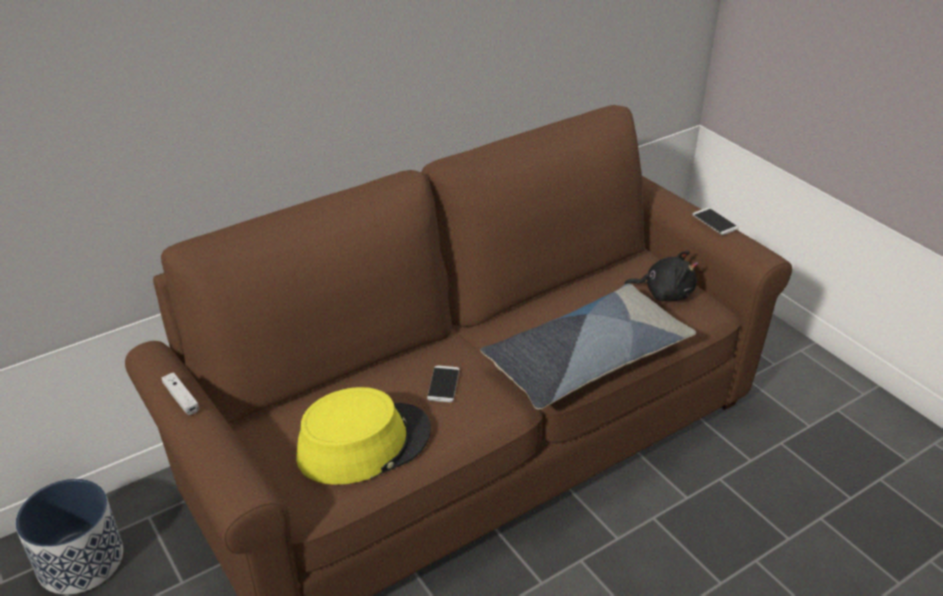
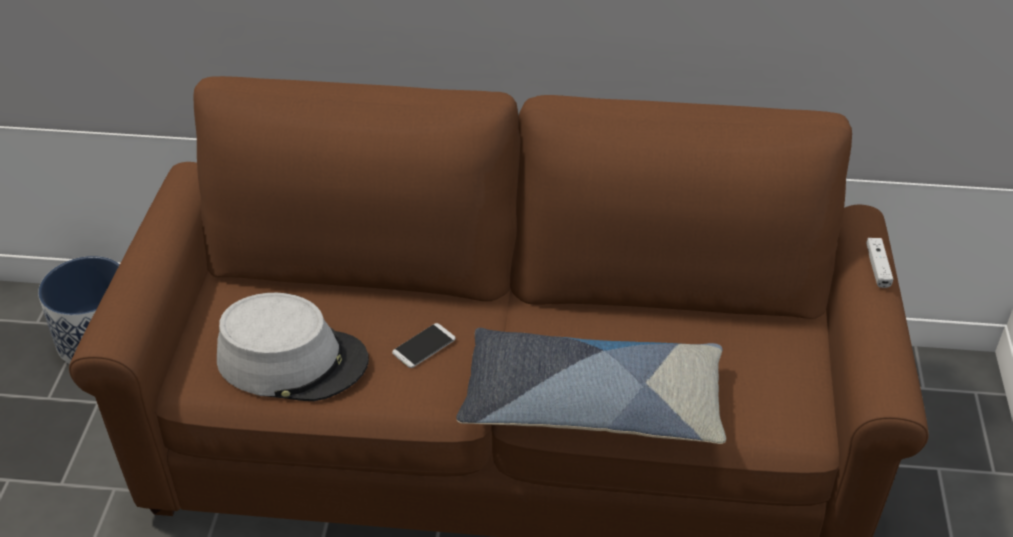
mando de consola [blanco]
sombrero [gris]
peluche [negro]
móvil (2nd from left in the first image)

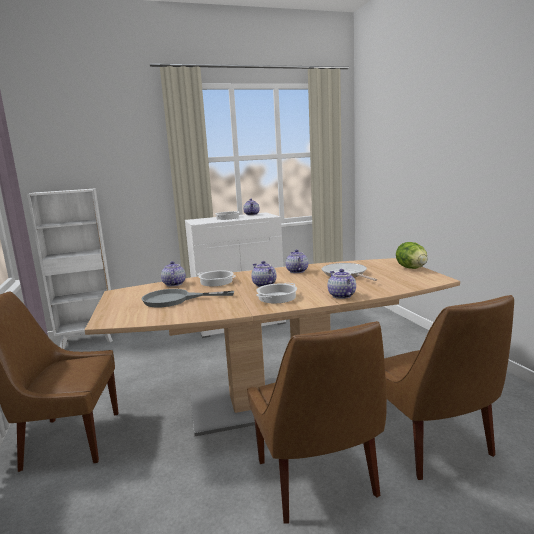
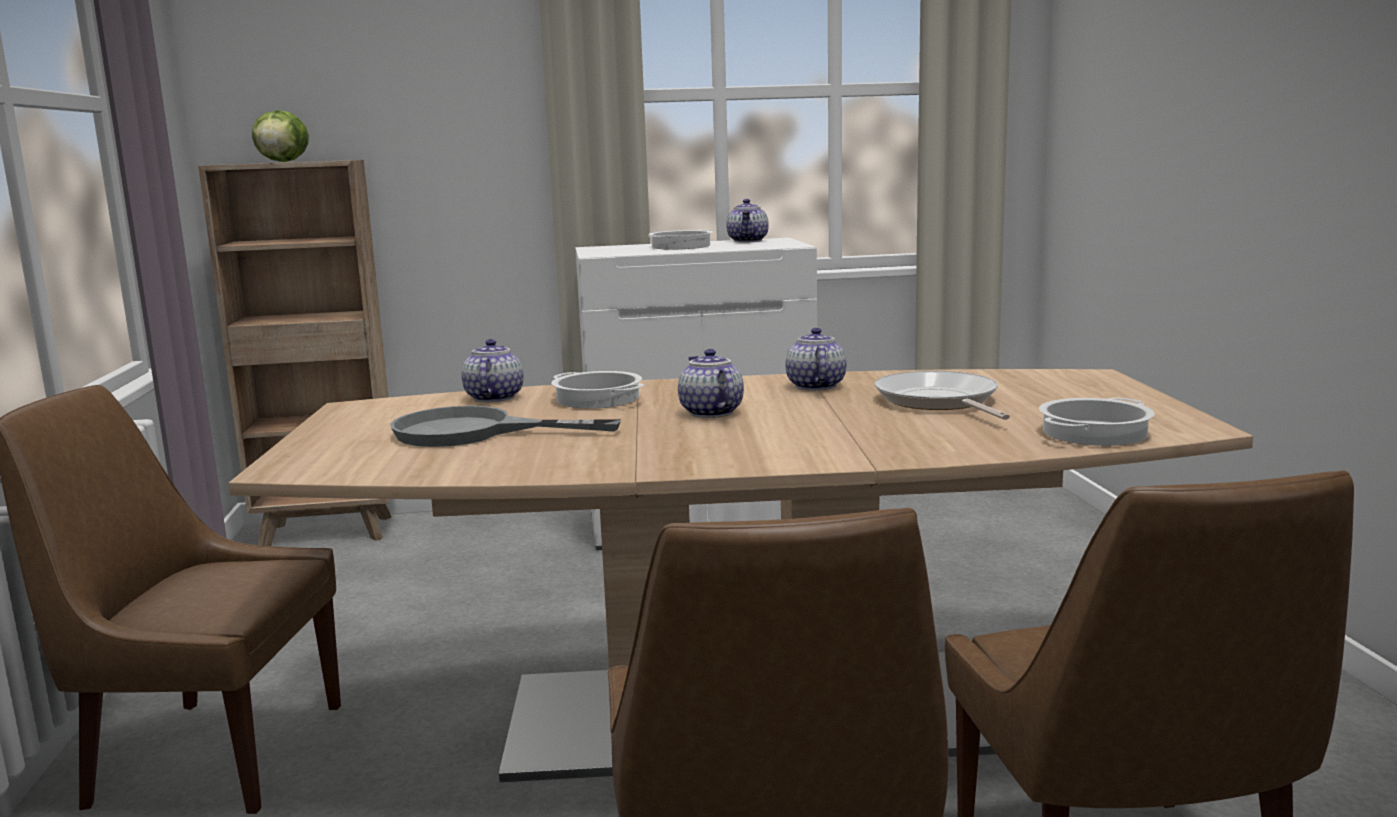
estantería [marrón]
olla (3rd from left)
tetera (5th from left in the first image)
lechuga

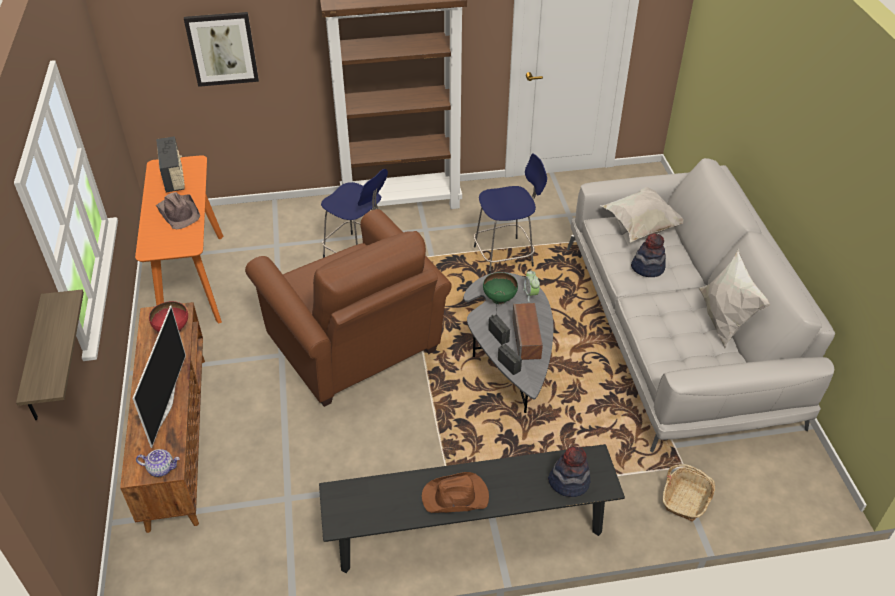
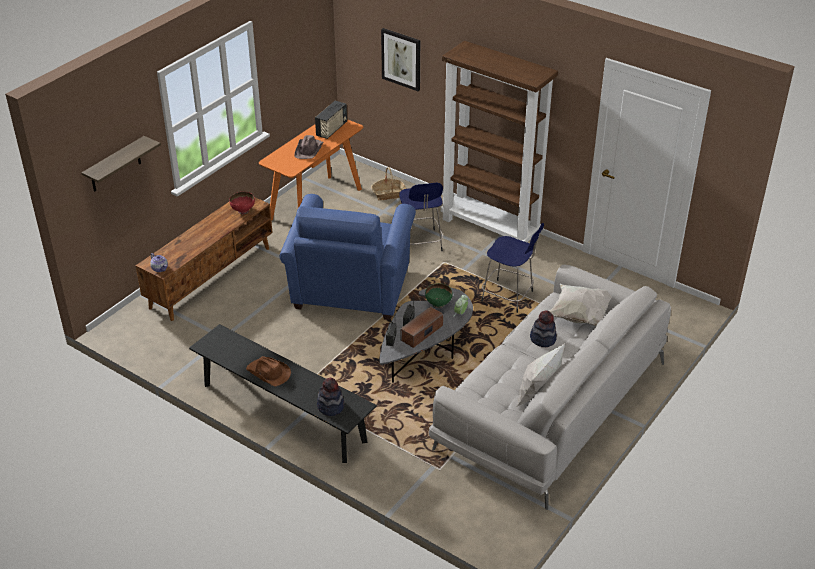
televisor
sillón [azul]
cesta

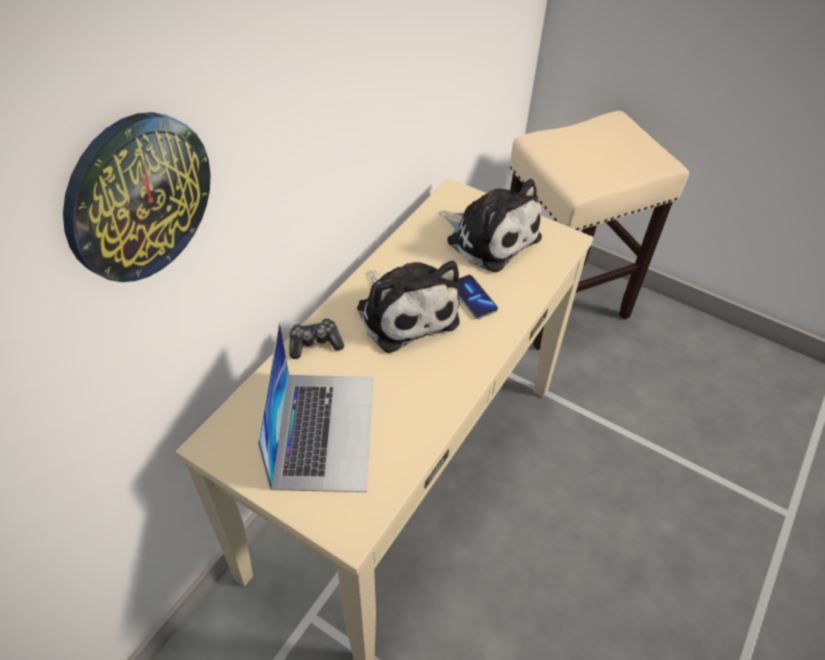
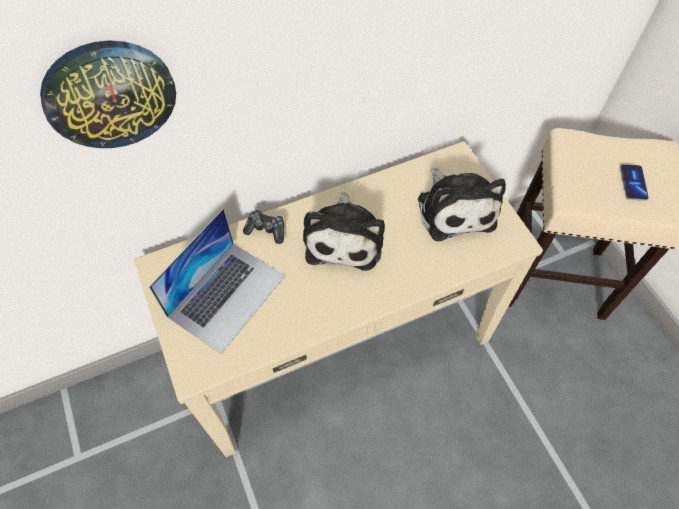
móvil

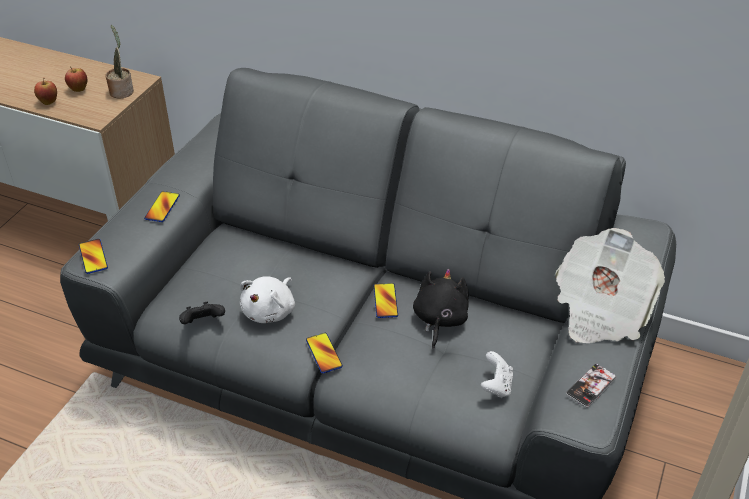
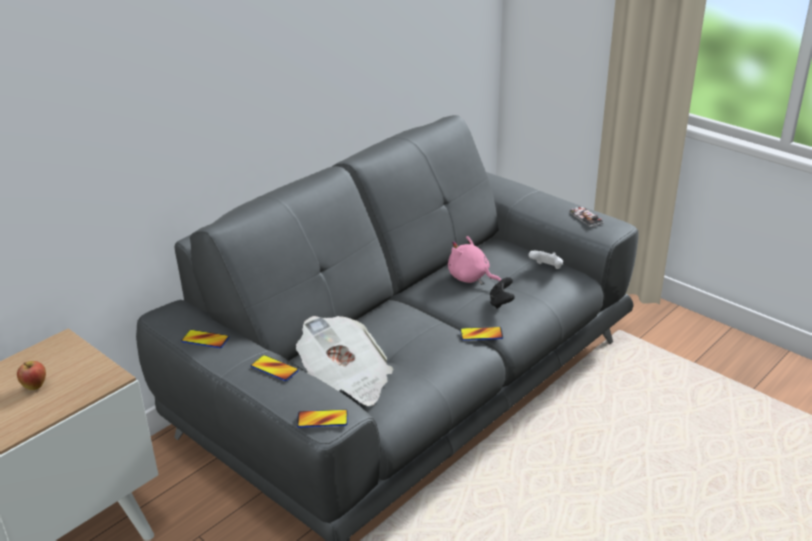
manzana (1st from left in the first image)
planta en maceta
mando de consola [negro]
peluche [blanco]
móvil (1st from left)
peluche [rosa]
periódico

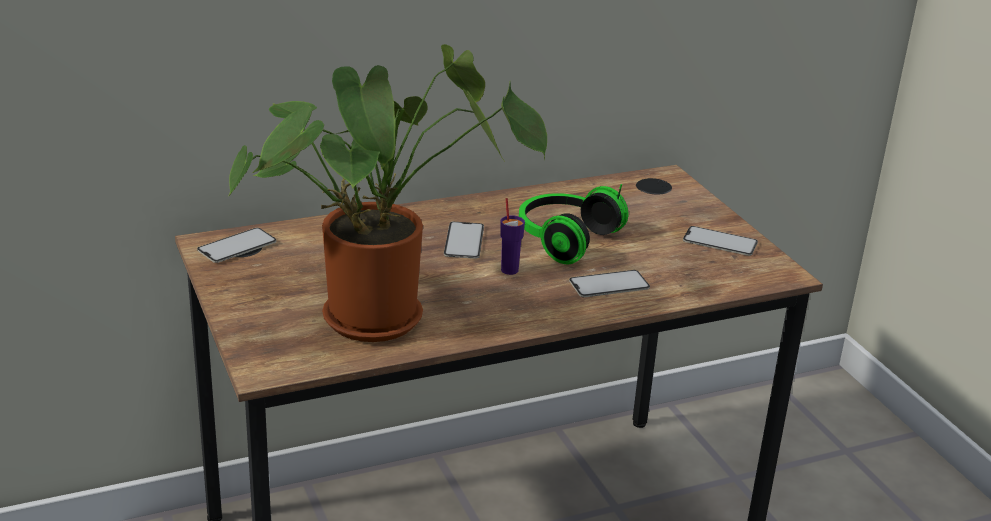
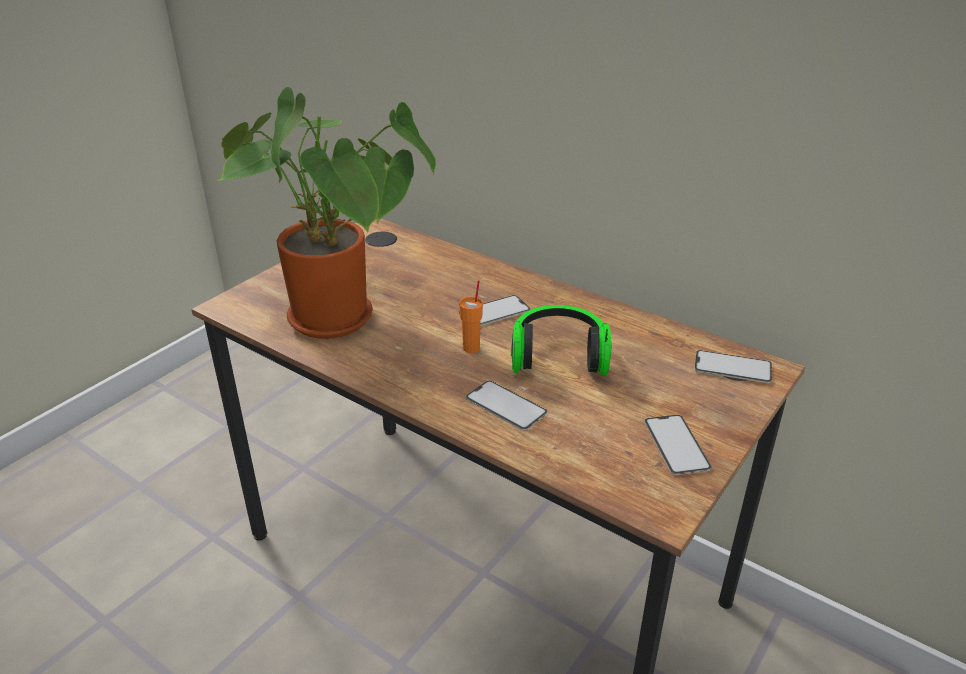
móvil (4th from left)
taza [naranja]

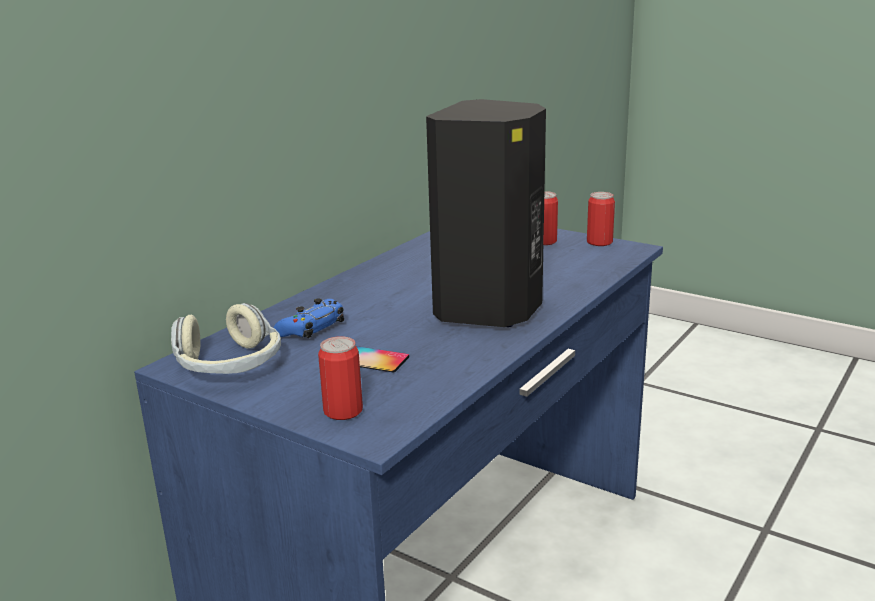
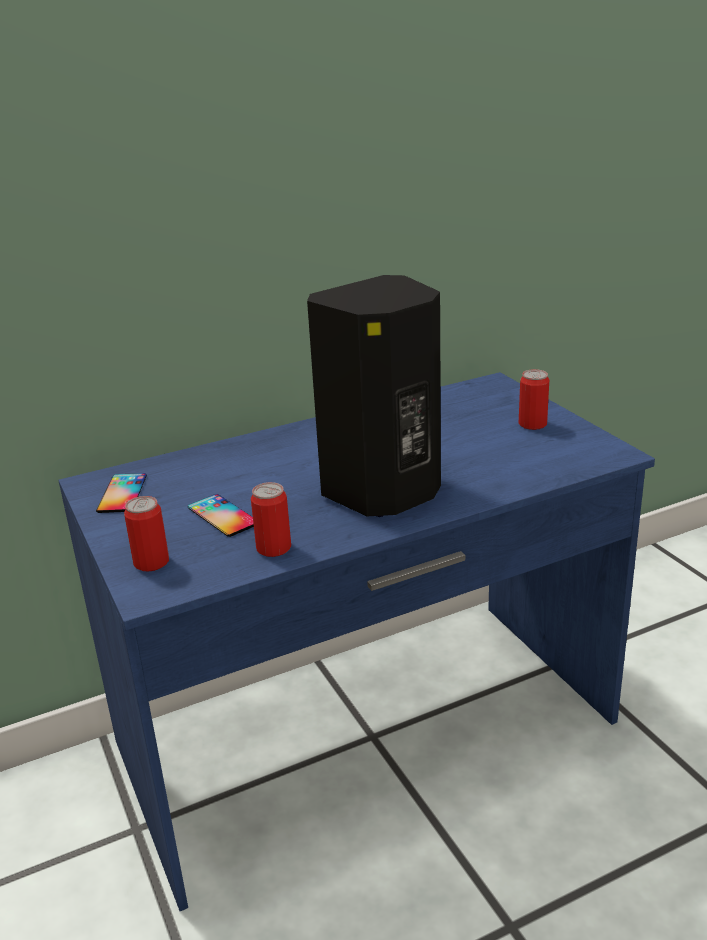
móvil (1st from left)
mando de consola [azul]
lata (2nd from left)

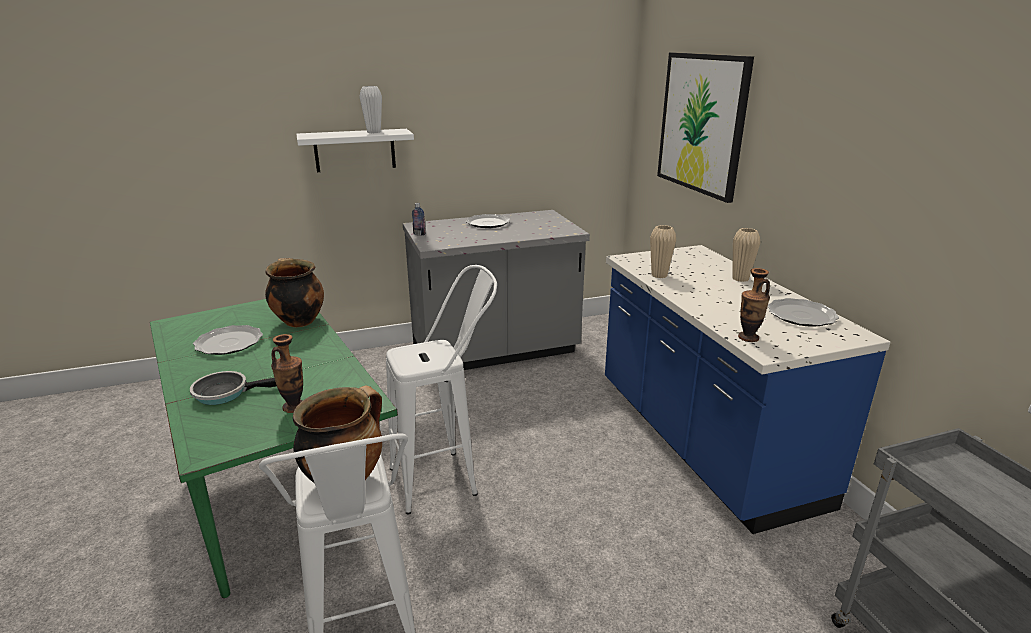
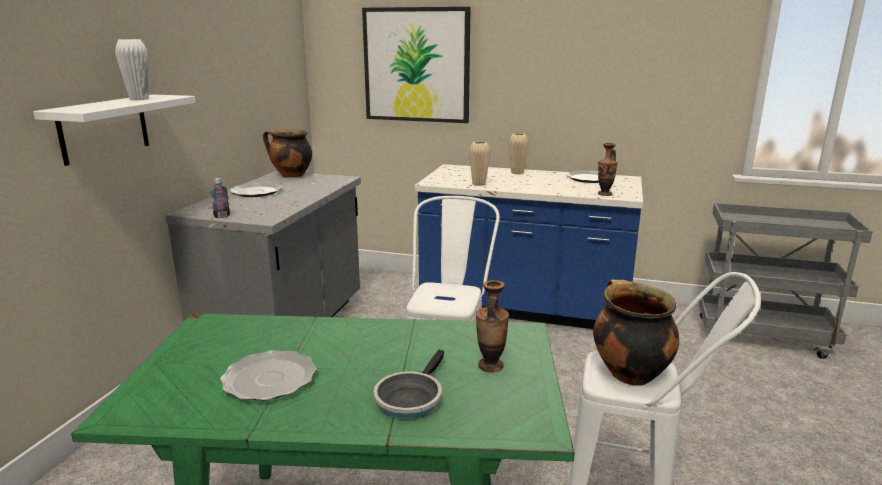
olla (1st from left)

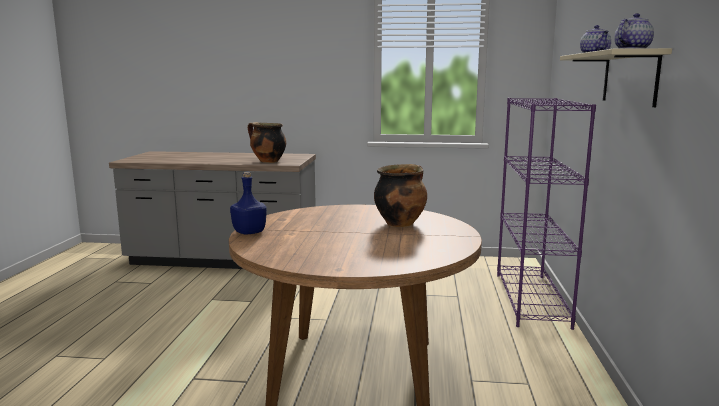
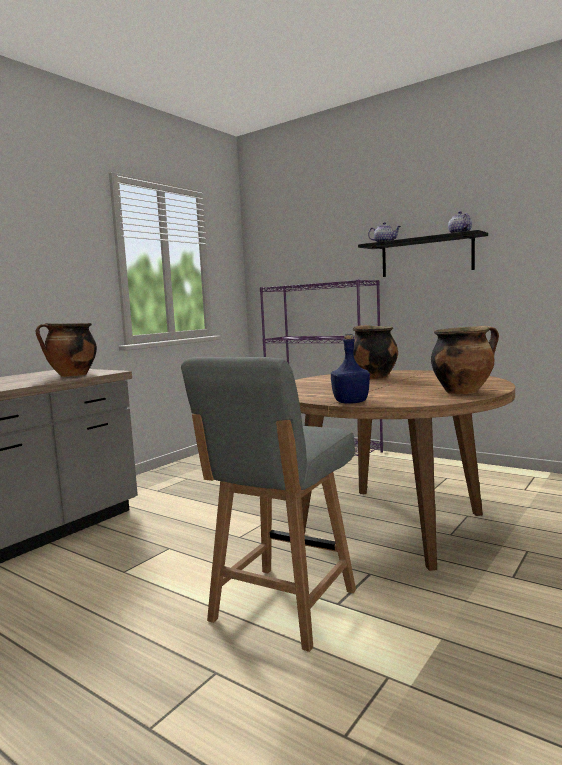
estante [negro]
silla [gris]
olla (3rd from left)

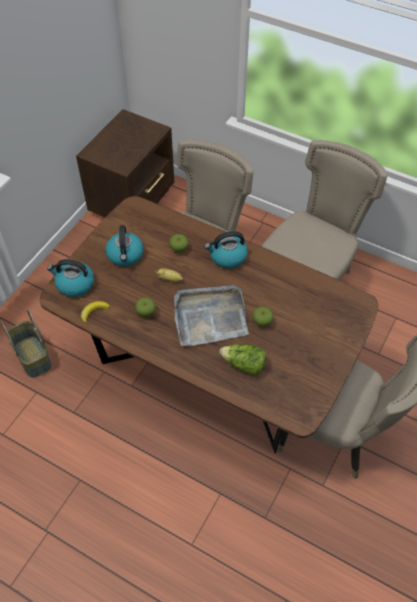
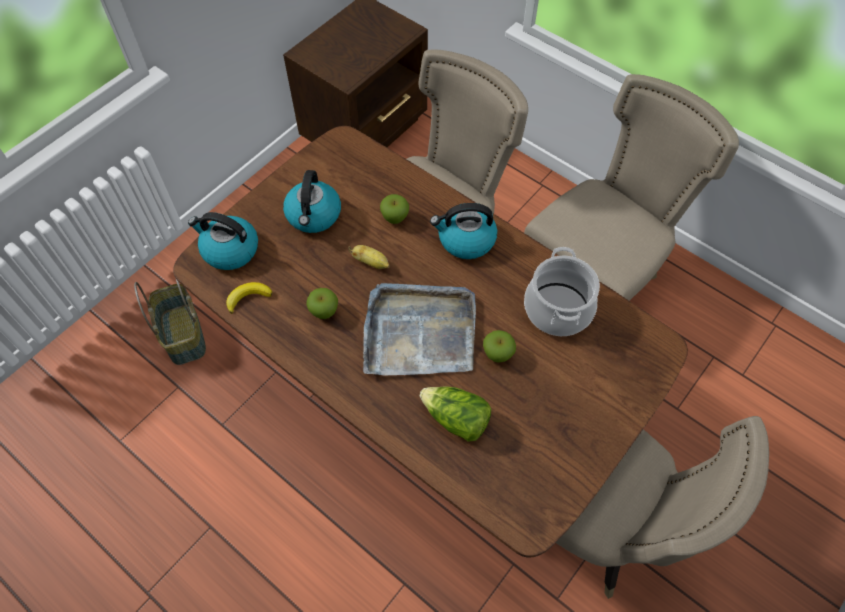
olla

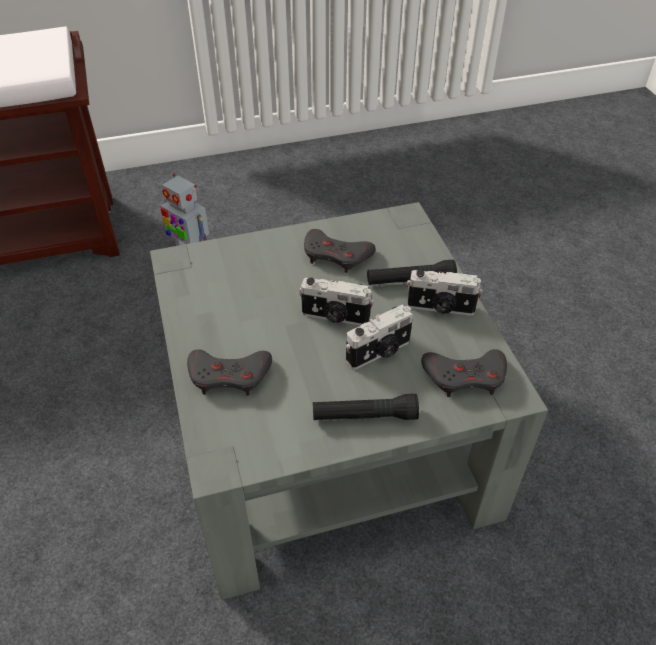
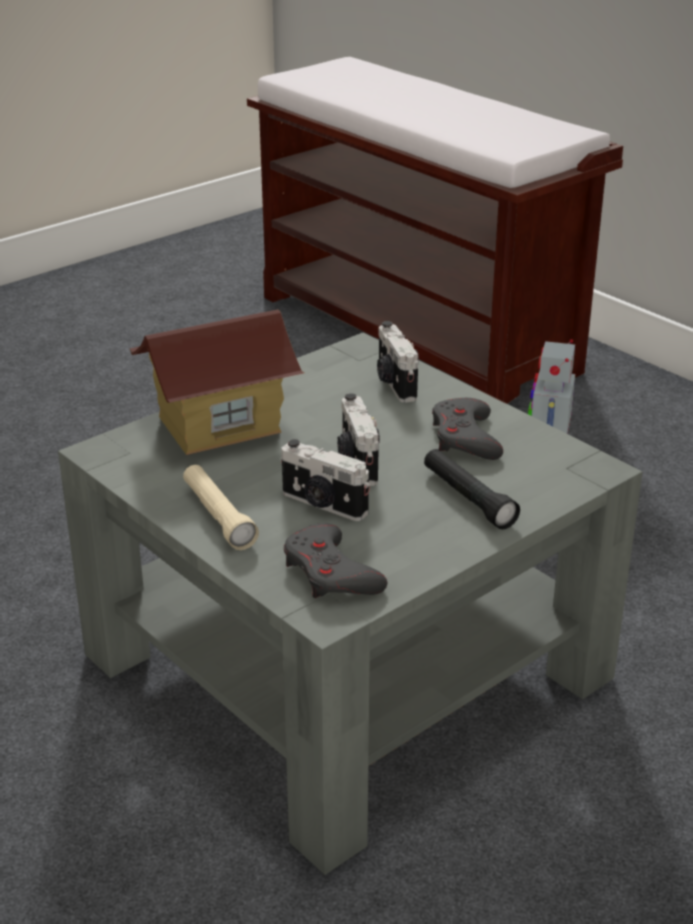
casita
linterna [beis]
cámara (3rd from left)

